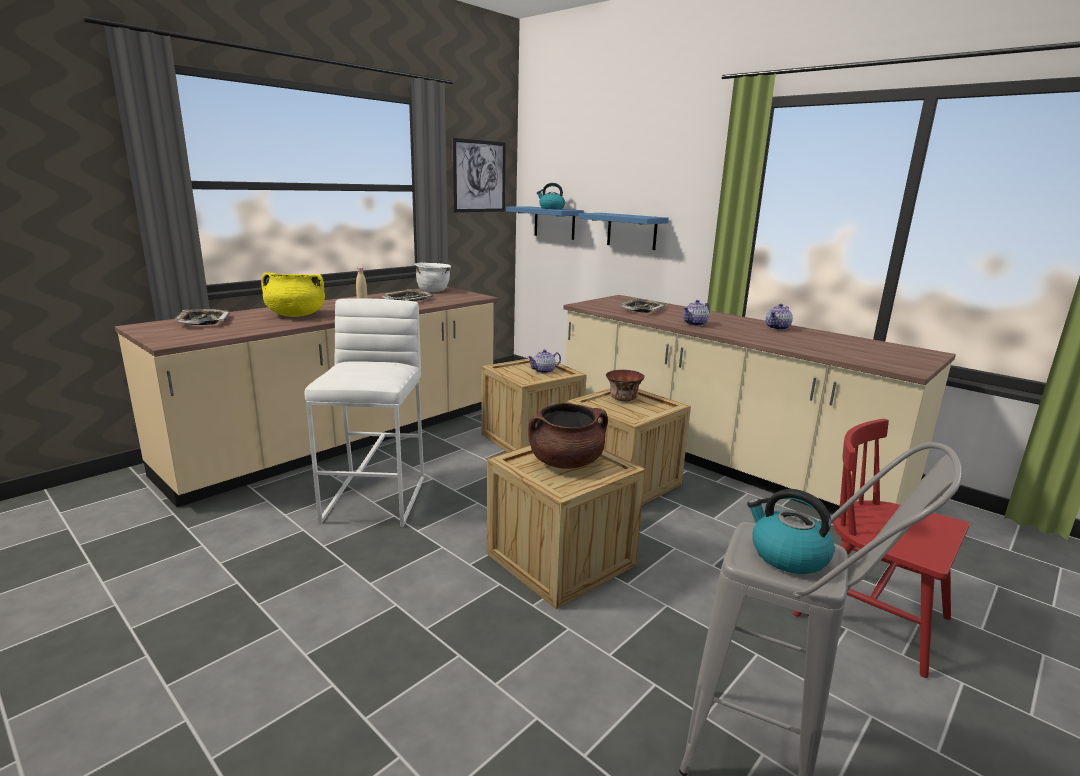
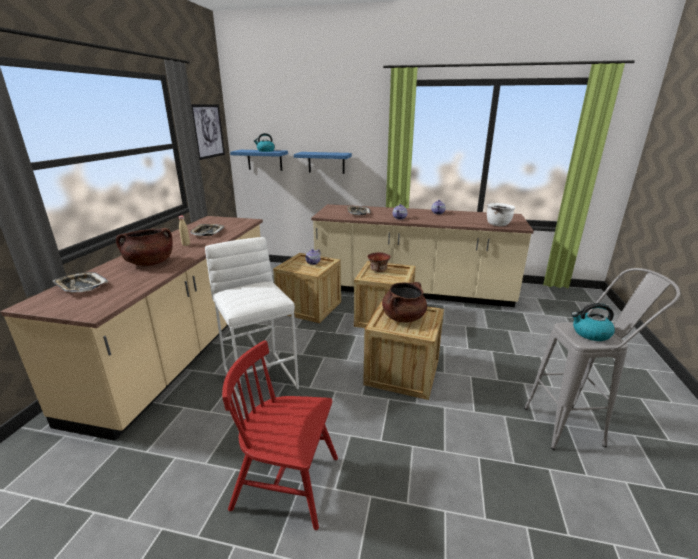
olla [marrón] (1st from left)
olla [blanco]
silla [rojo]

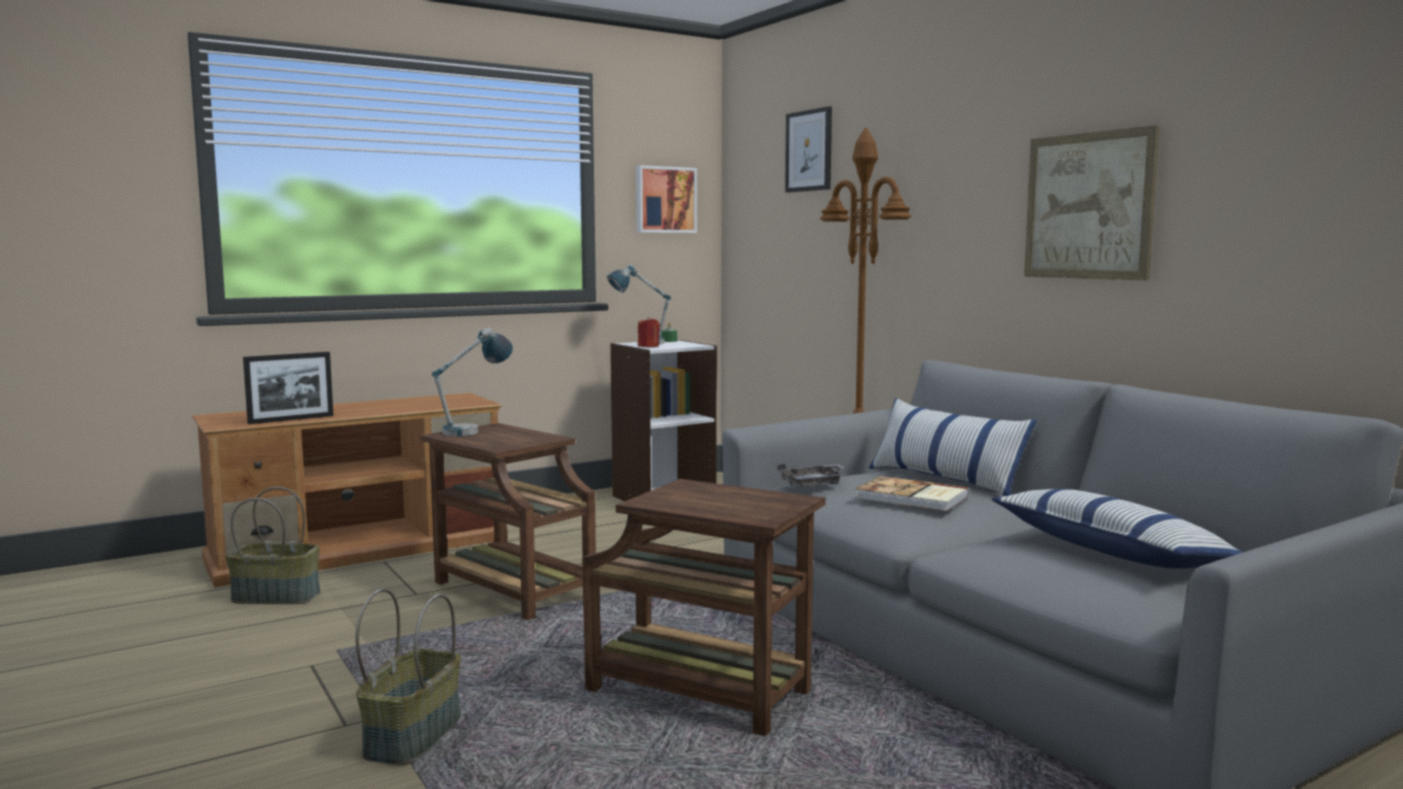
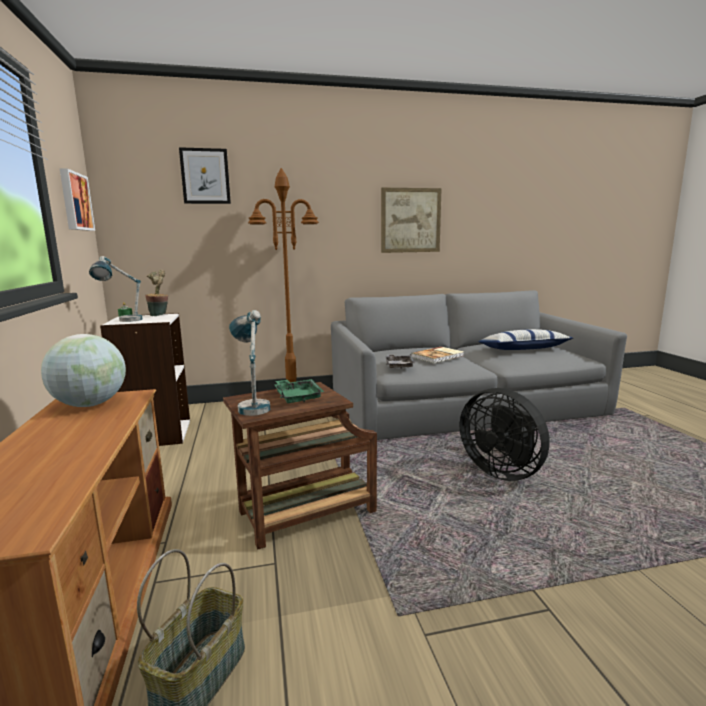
portarretratos
cesta (2nd from left in the first image)
ventilador [negro]
vela [rojo]
cojín (1st from left in the first image)
globo terráqueo
planta en maceta
bandeja [verde]

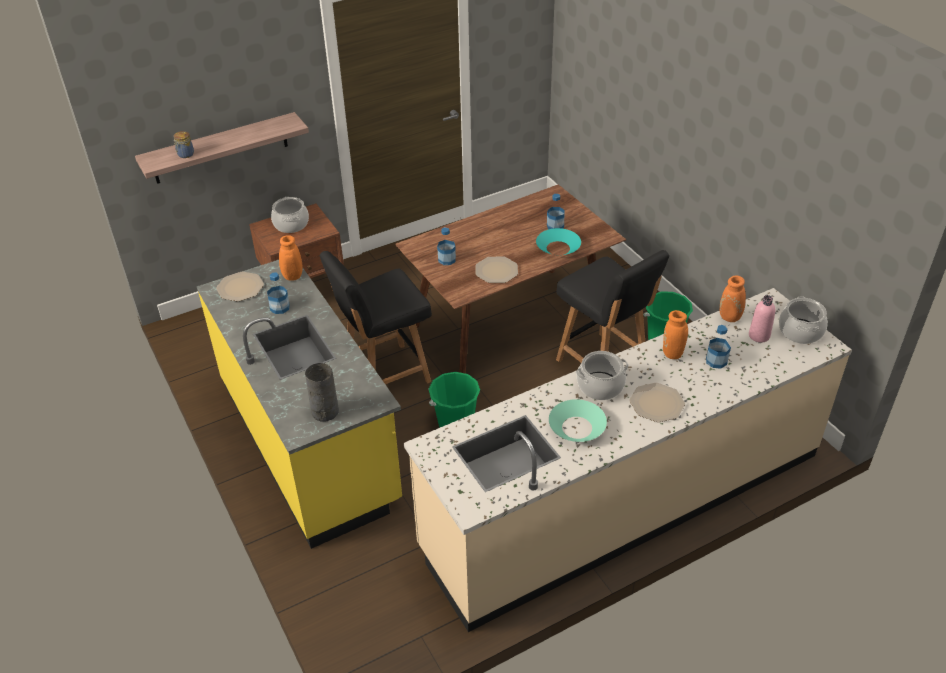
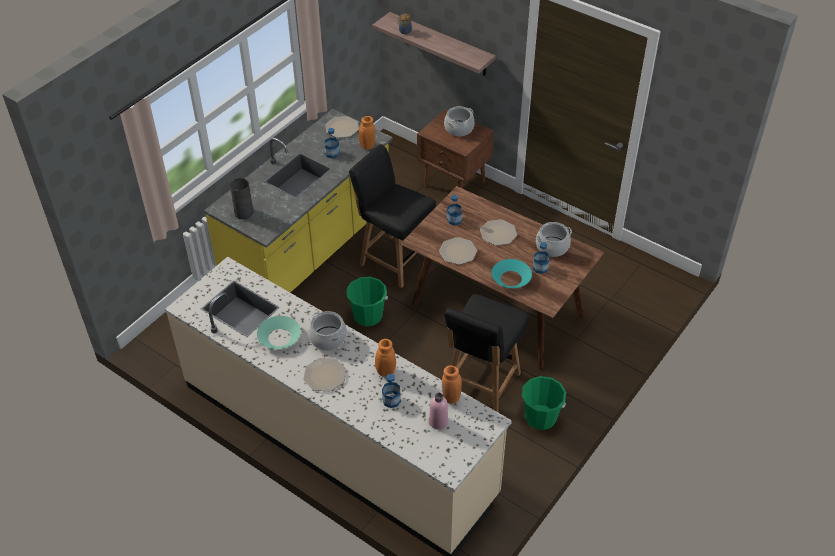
olla (3rd from left)
plato (4th from left)

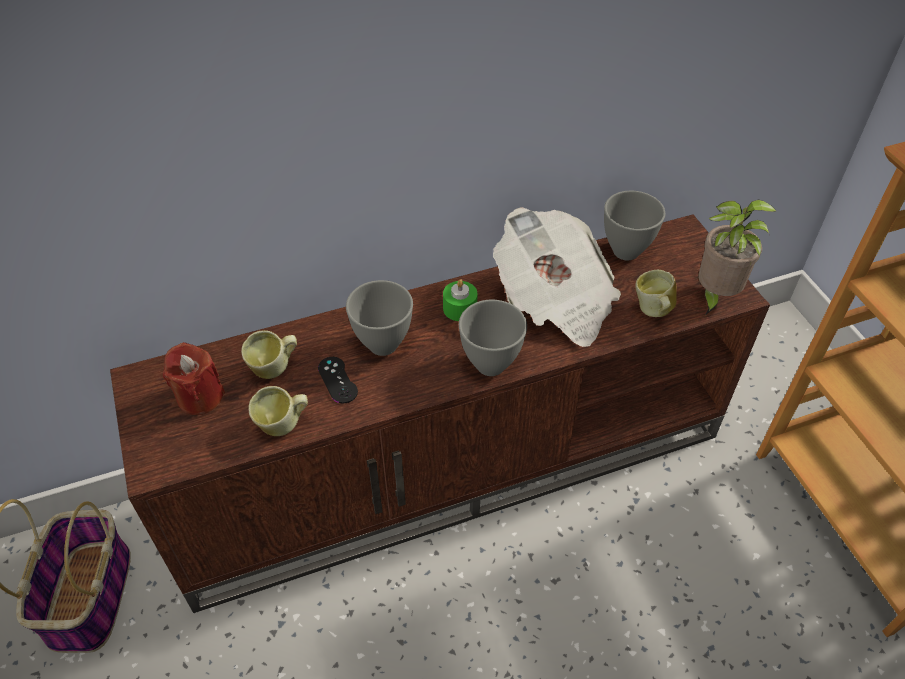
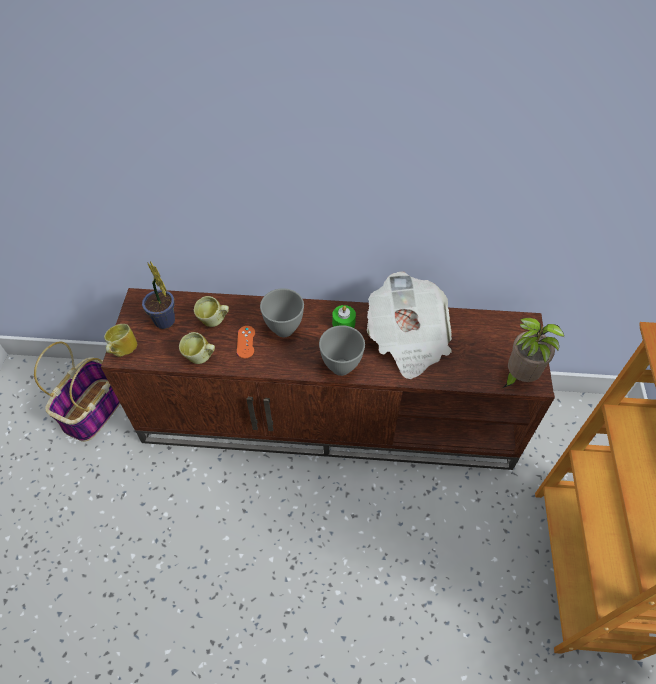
planta en maceta (1st from left)
mando de consola [naranja]
cuenco [gris] (3rd from left in the first image)
taza grande (1st from left)

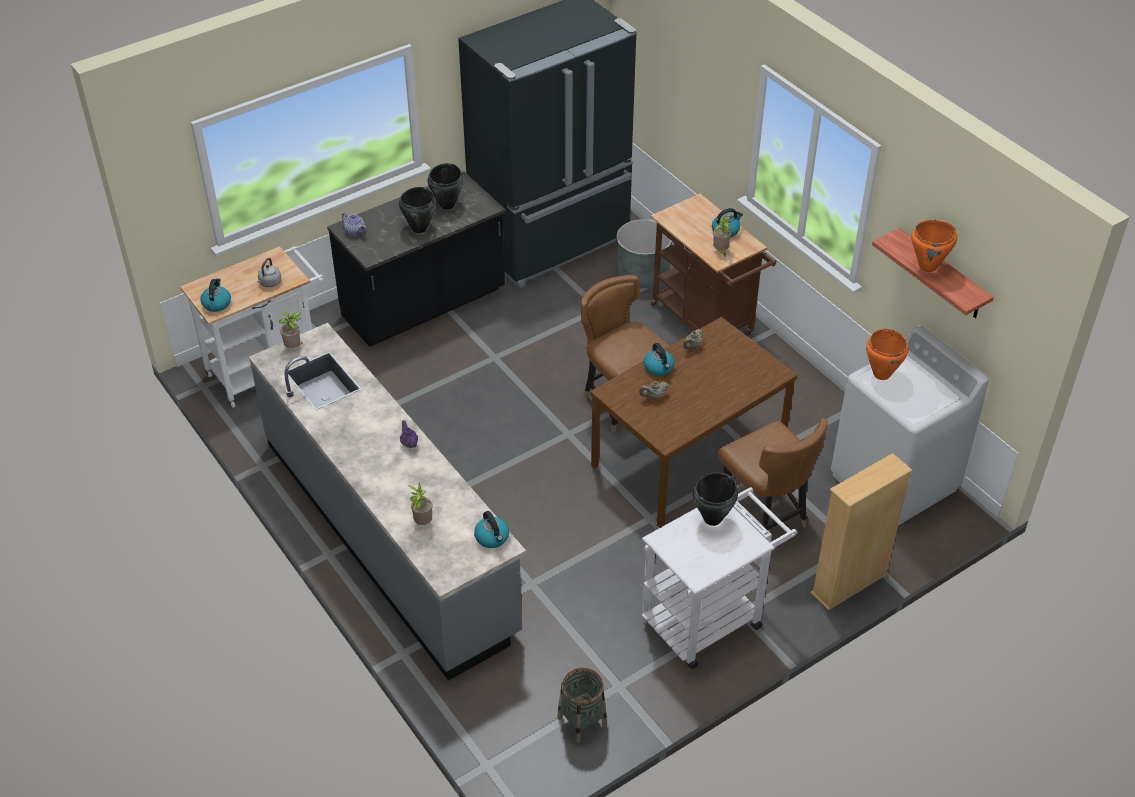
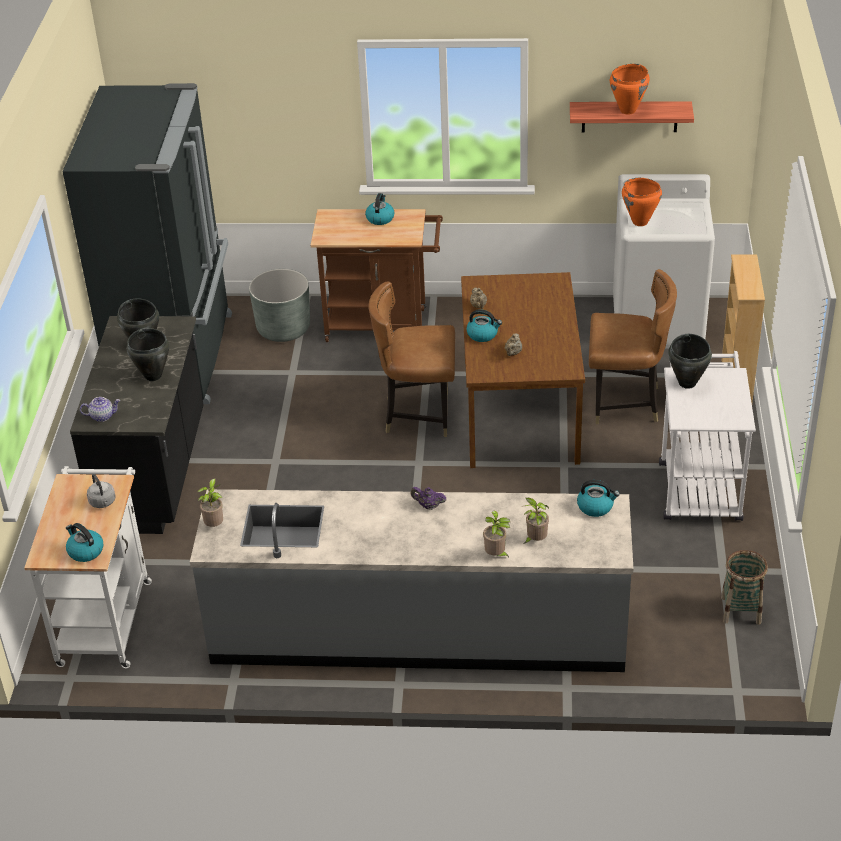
planta en maceta (2nd from left)

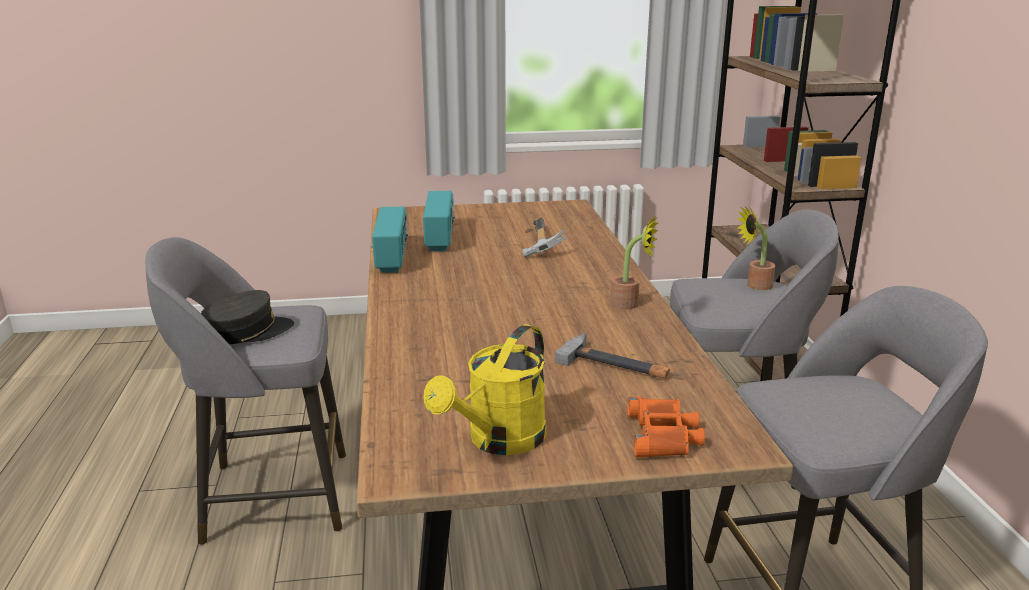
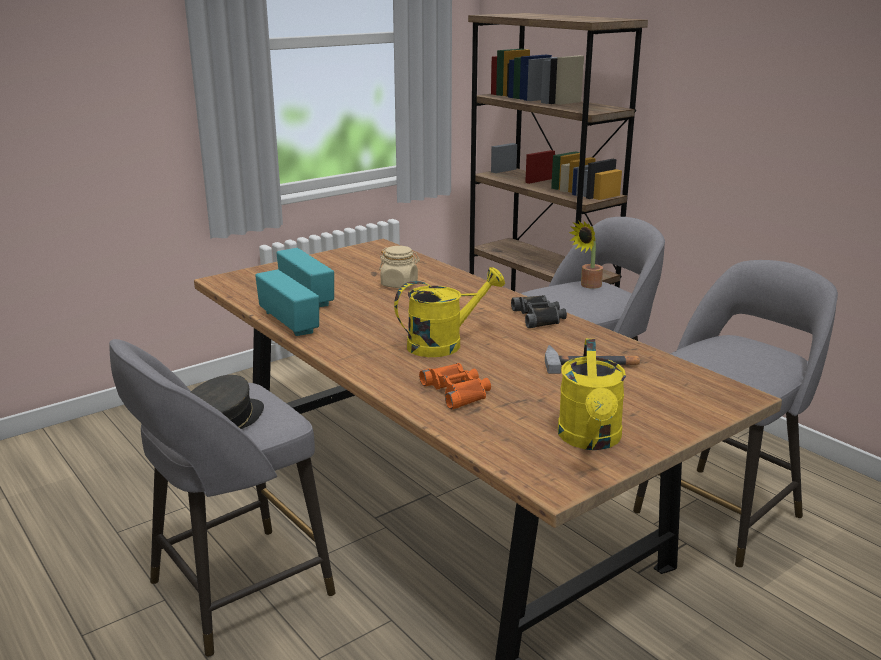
tarro [beis]
prismáticos [negro]
prismáticos [naranja]
regadera [amarillo] (1st from left)

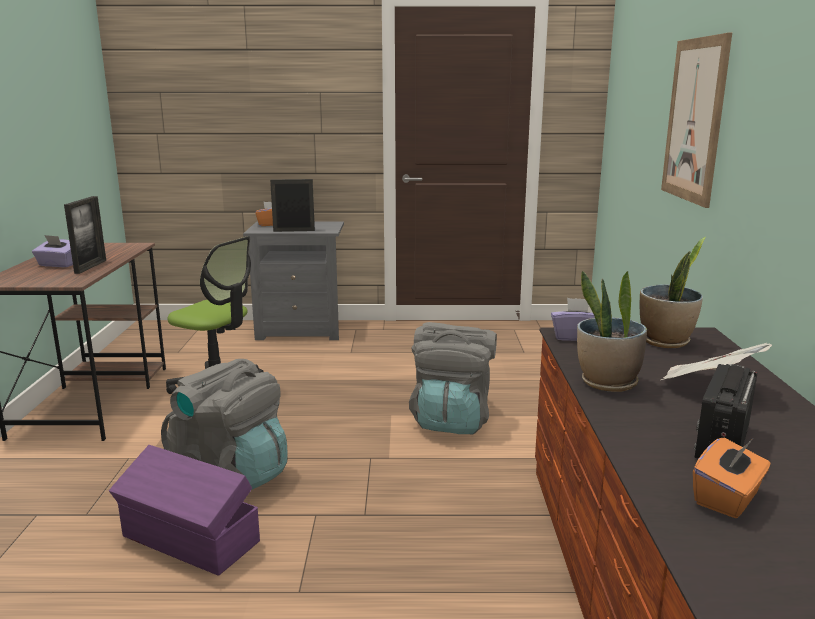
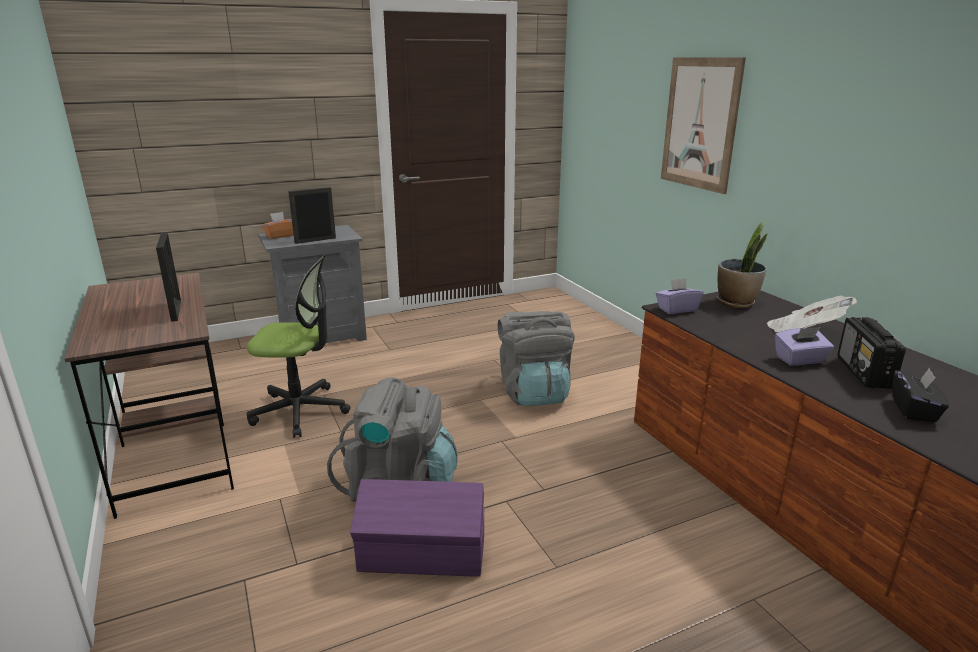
caja de pañuelos [morado] (2nd from left)
planta en maceta (1st from left in the first image)
caja de pañuelos [negro]

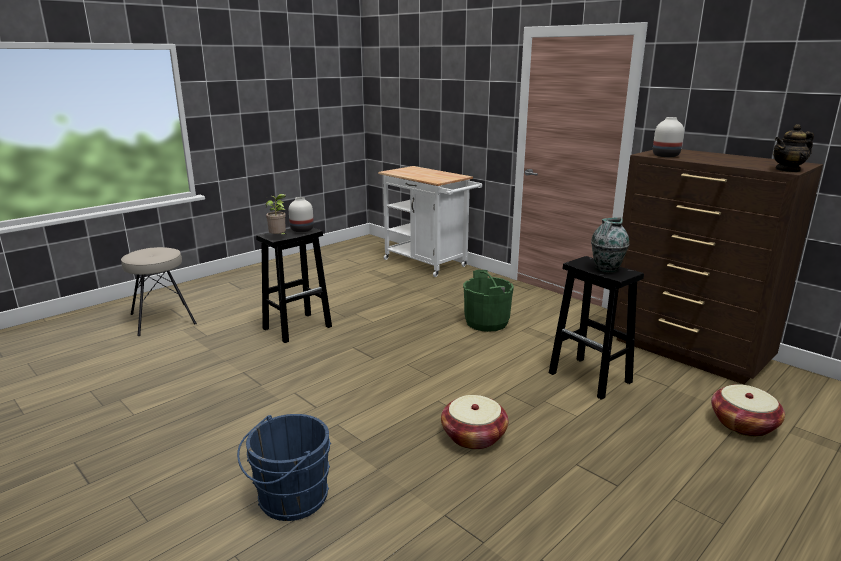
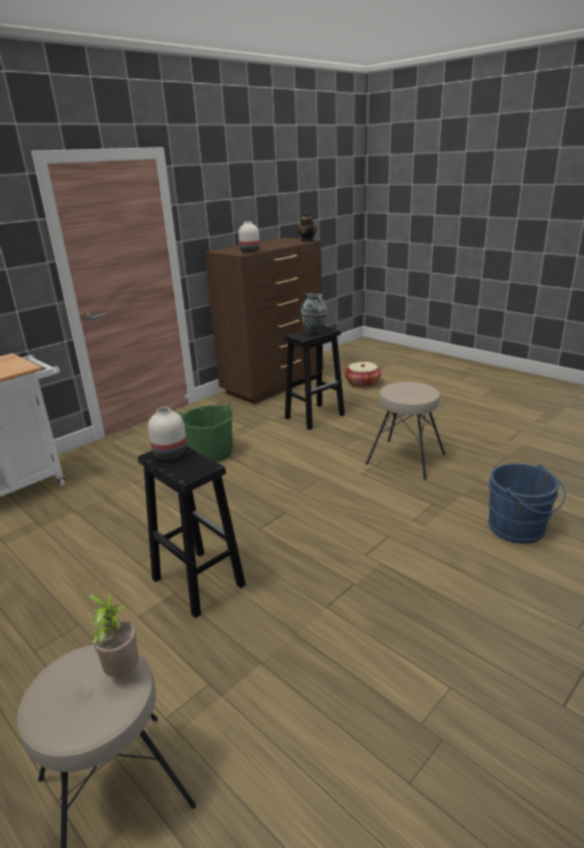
planta en maceta
taburete [beis] (2nd from left)

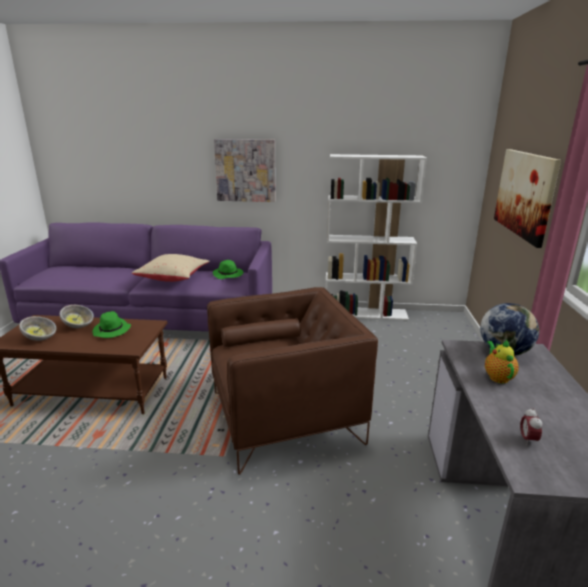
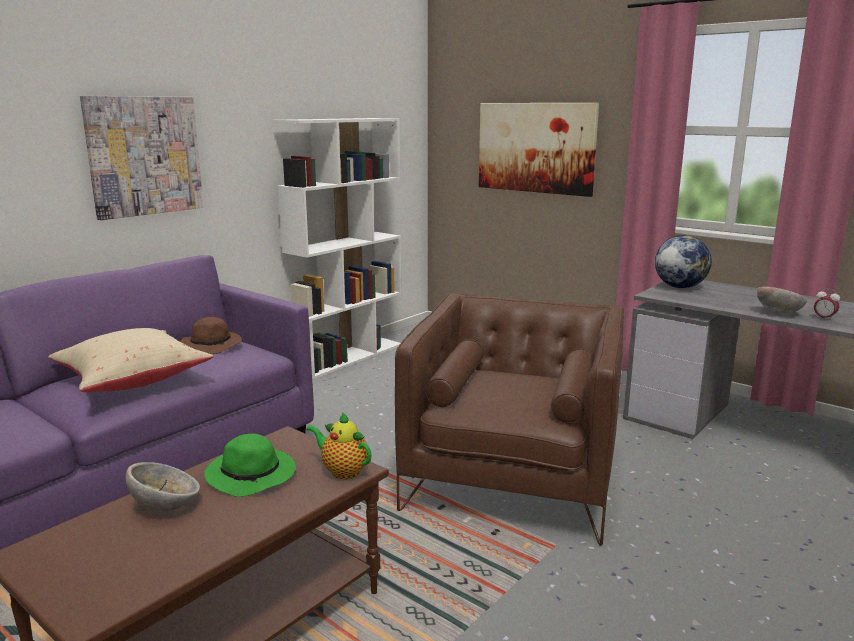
cuenco (2nd from left)
sombrero [marrón]
tetera

